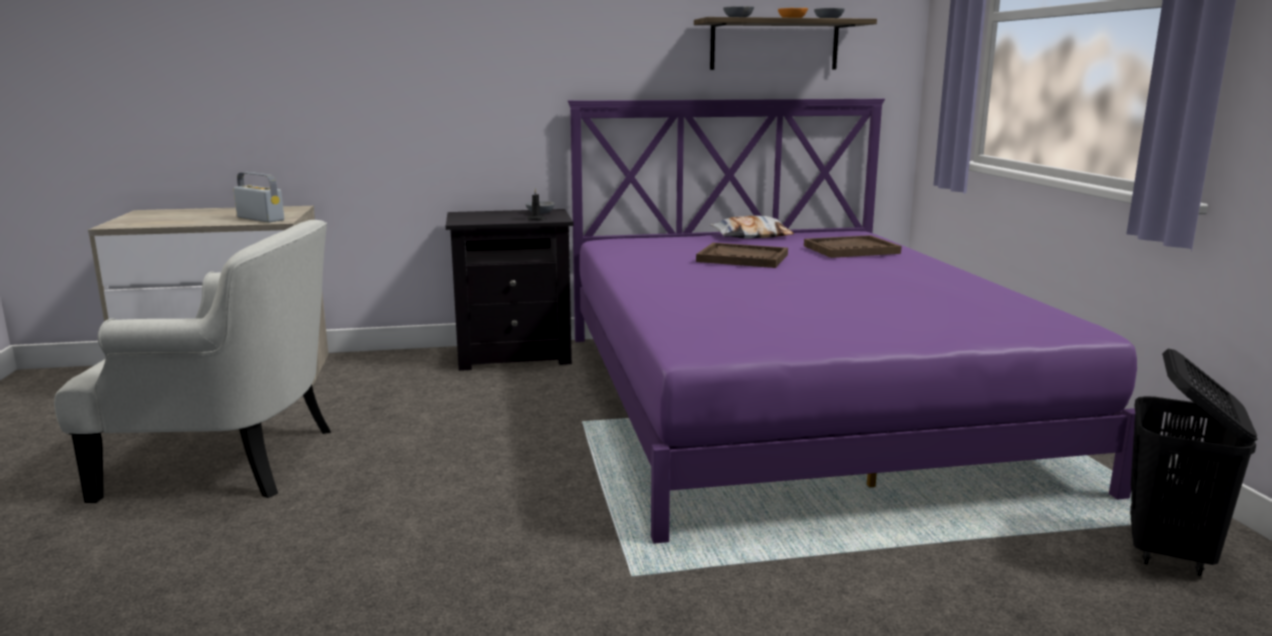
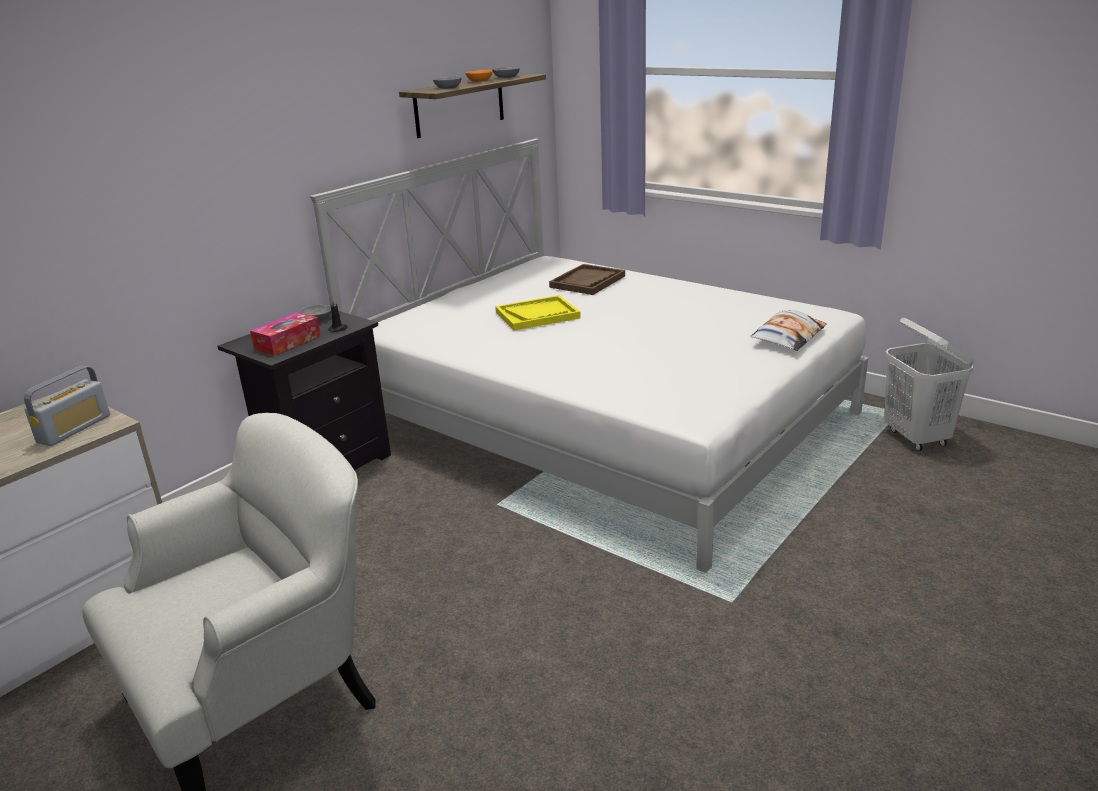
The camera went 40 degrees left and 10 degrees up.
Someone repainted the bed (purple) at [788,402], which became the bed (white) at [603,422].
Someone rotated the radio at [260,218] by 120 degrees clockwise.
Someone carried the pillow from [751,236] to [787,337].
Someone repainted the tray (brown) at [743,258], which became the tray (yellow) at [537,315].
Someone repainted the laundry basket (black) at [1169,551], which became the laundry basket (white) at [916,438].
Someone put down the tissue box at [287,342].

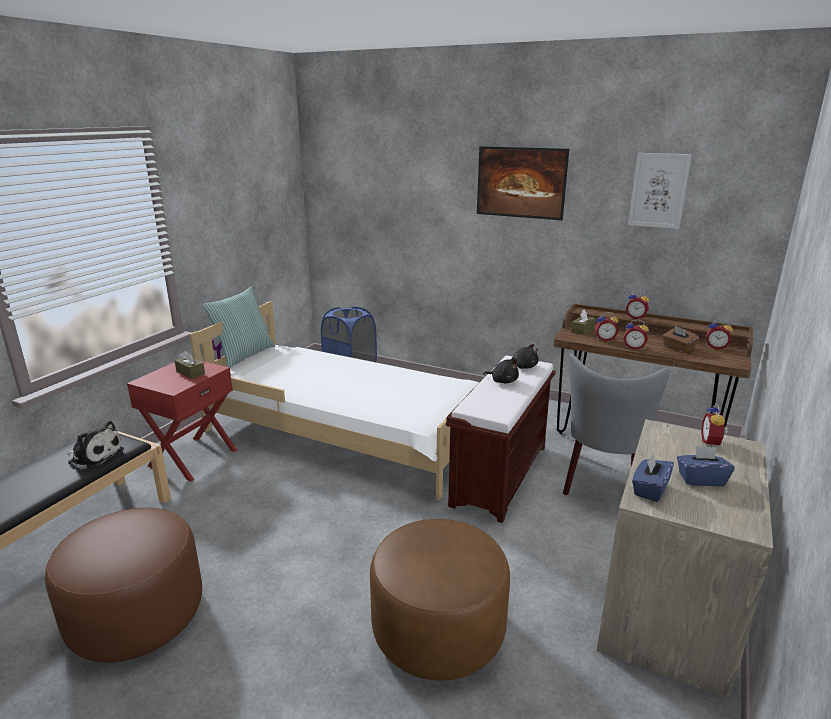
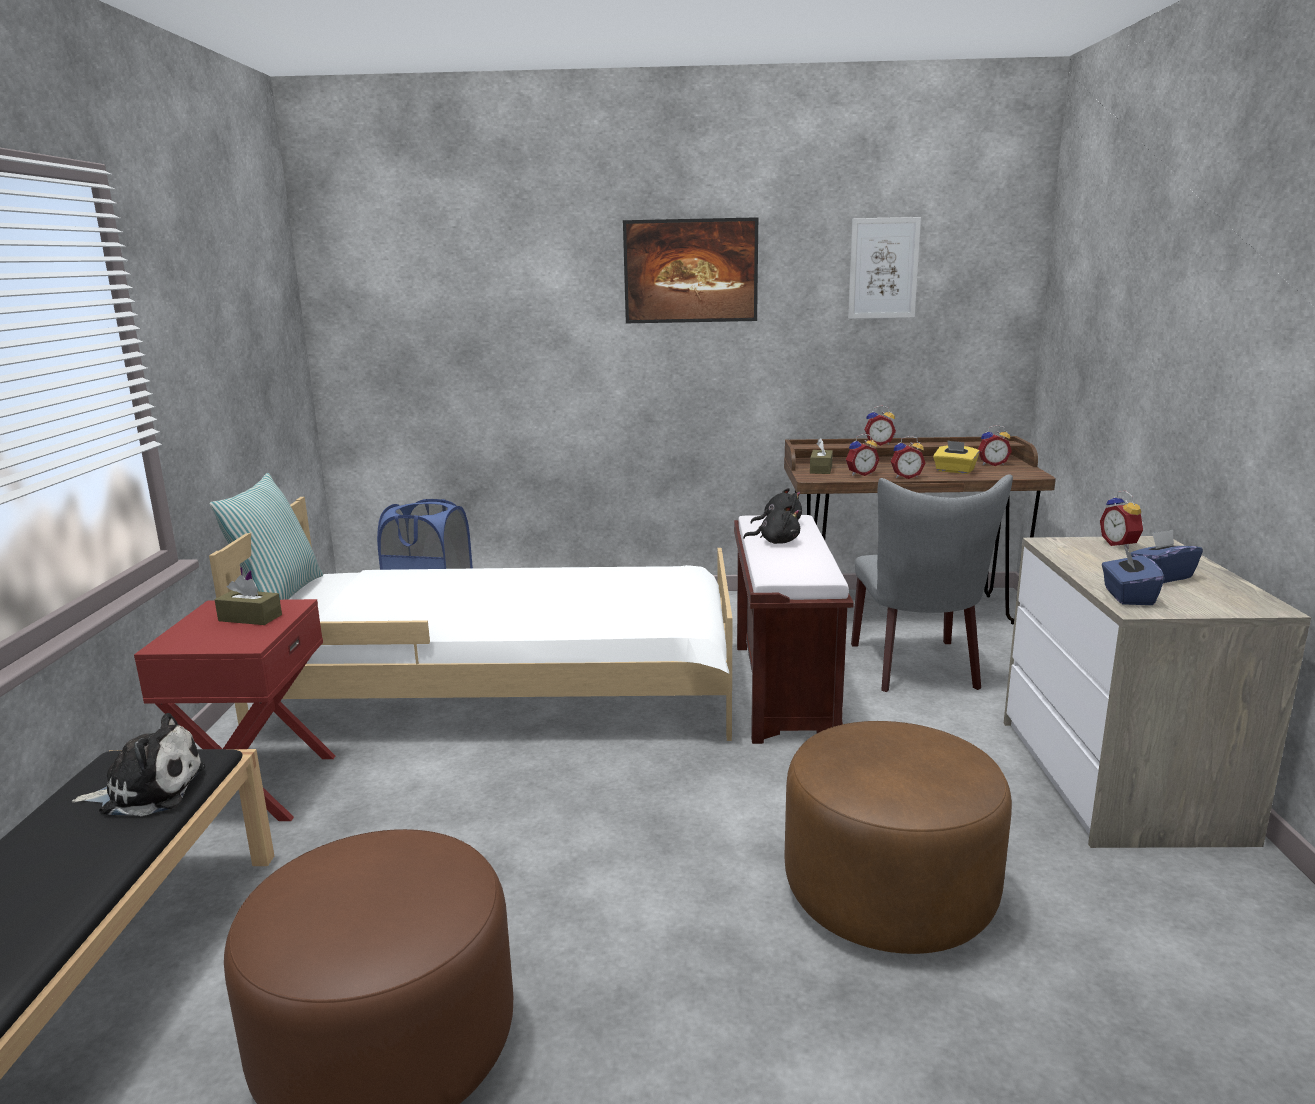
The camera went 25 degrees left and 5 degrees down.
Someone repainted the tissue box (brown) at [678,348], which became the tissue box (yellow) at [954,471].

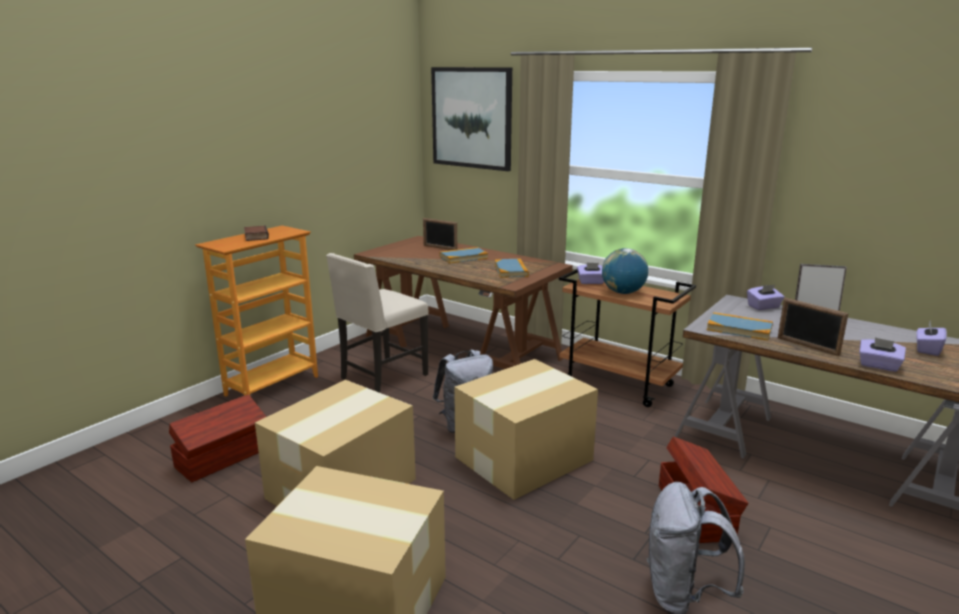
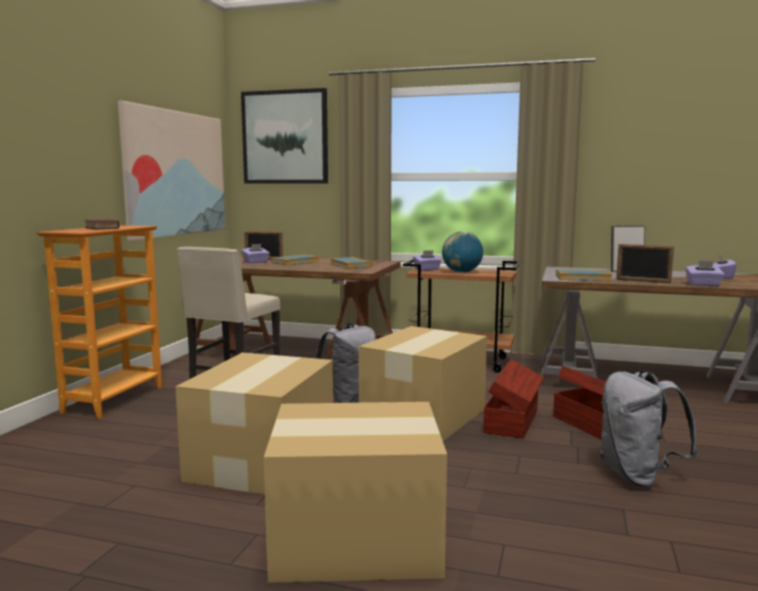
The camera went 20 degrees left and 10 degrees down.
Someone carried the tissue box (purple) from [763,307] to [256,262].
Someone carried the storage box (brown) from [224,458] to [513,421].
Someone put up the picture at [176,173].

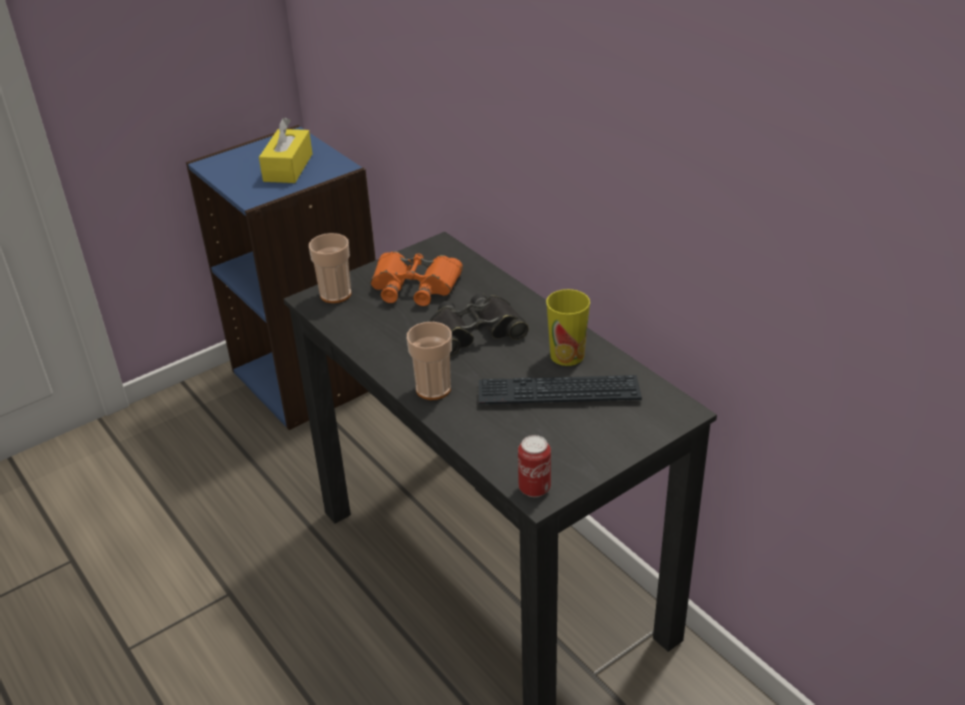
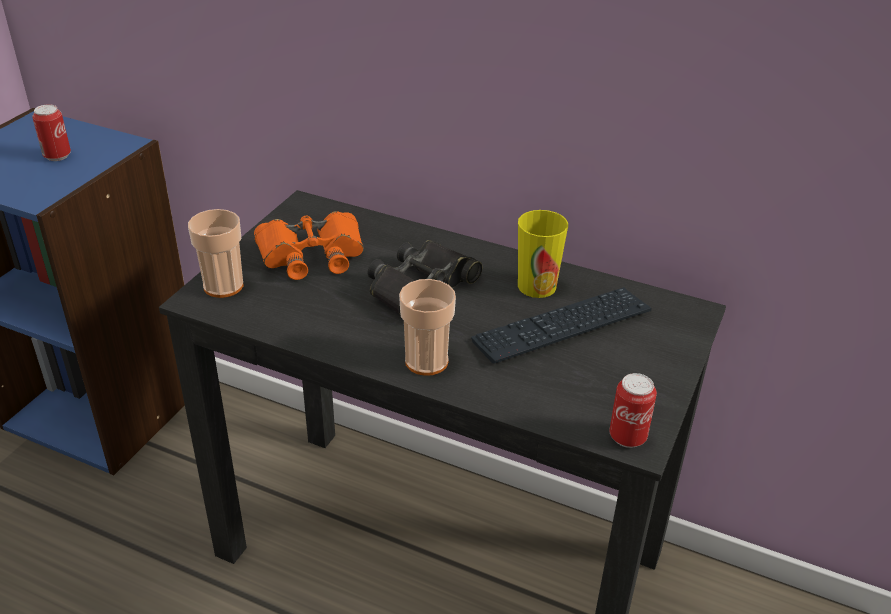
The camera went 30 degrees left and 0 degrees up.
Someone swapped the tissue box (yellow) at [288,167] for the can at [57,156].

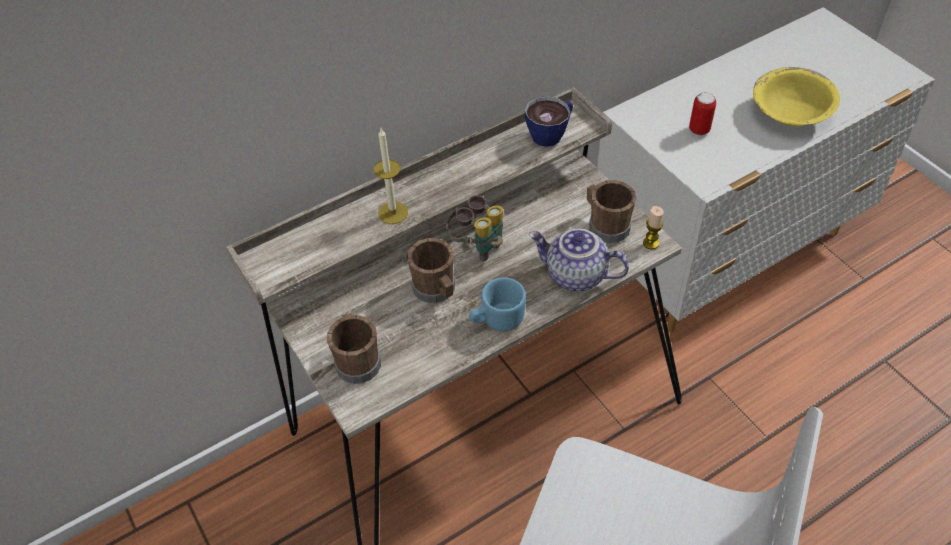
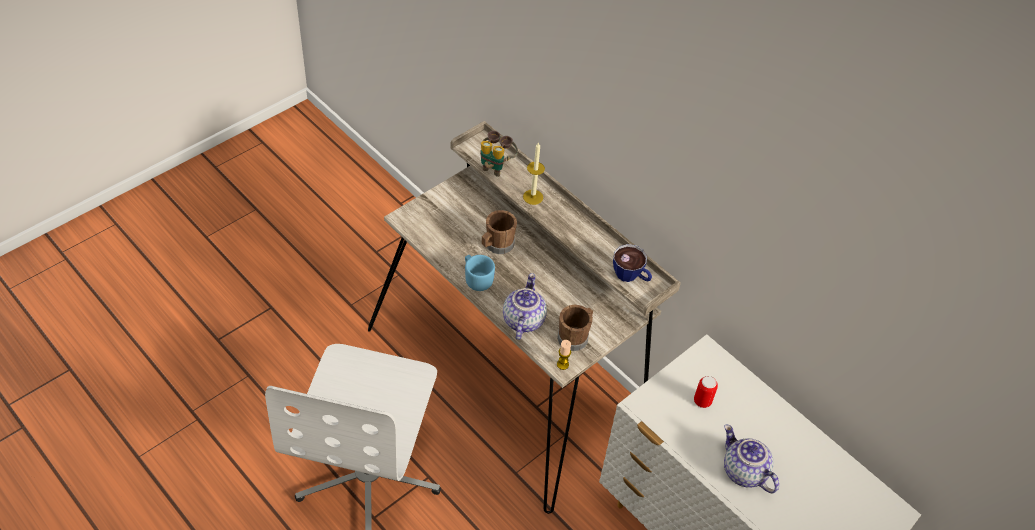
The camera went 75 degrees right and 0 degrees up.
Someone swapped the bowl (yellow) at [790,114] for the teapot at [743,472].
Someone carried the binoculars from [477,246] to [496,166].
Someone took away the mug (brown) at [357,360].

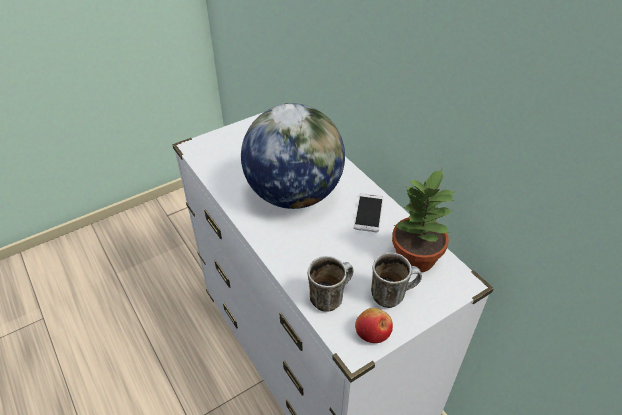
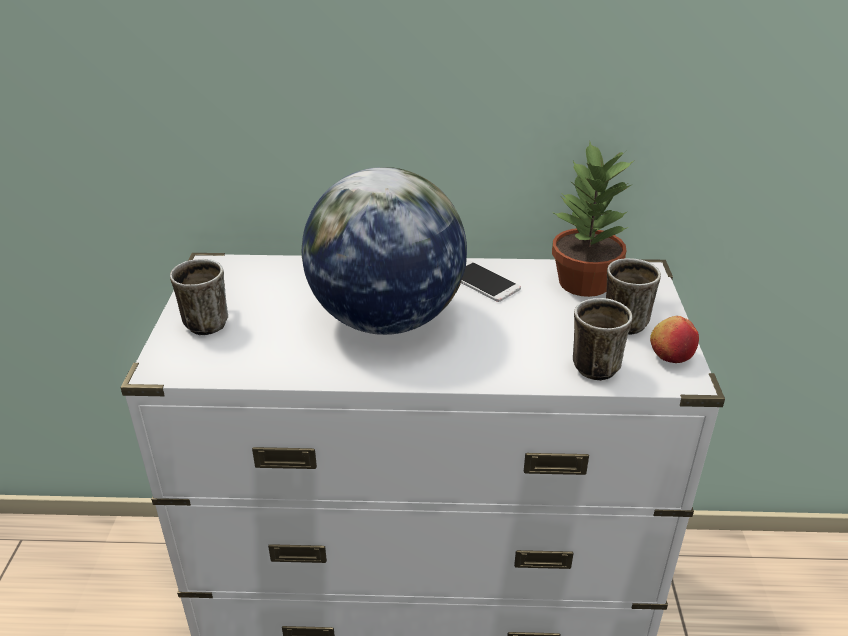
The camera went 55 degrees left and 10 degrees down.
Someone put down the mug at [208,320].

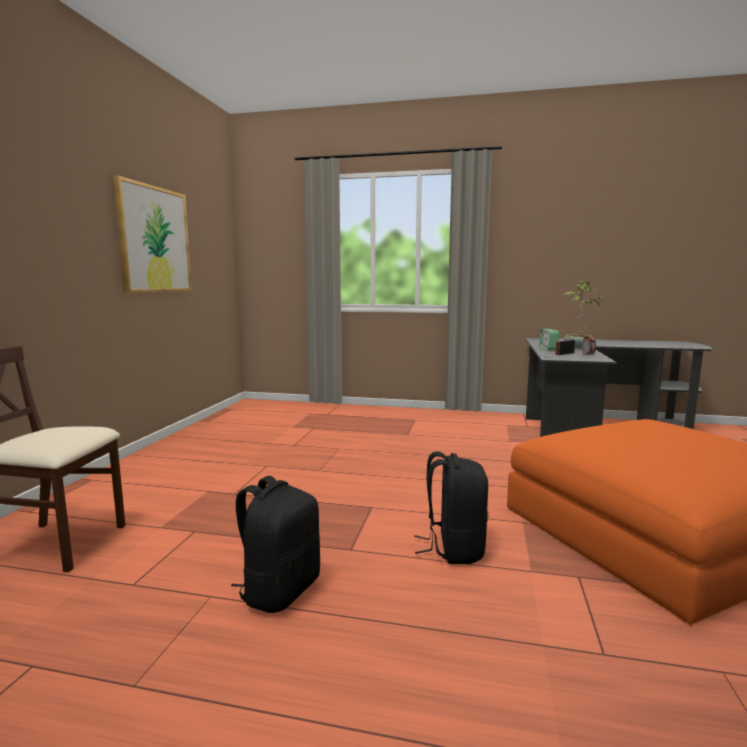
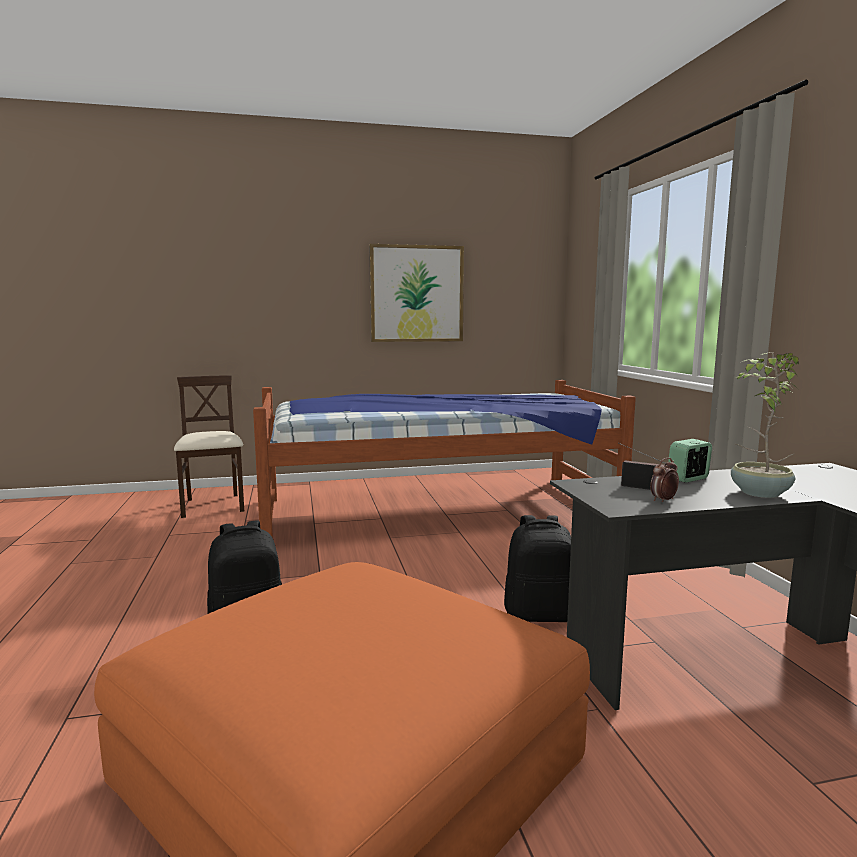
The camera went 65 degrees right and 0 degrees up.
Someone carried the backpack (black) from [279,590] to [540,614].
Someone put down the bed at [436,510].

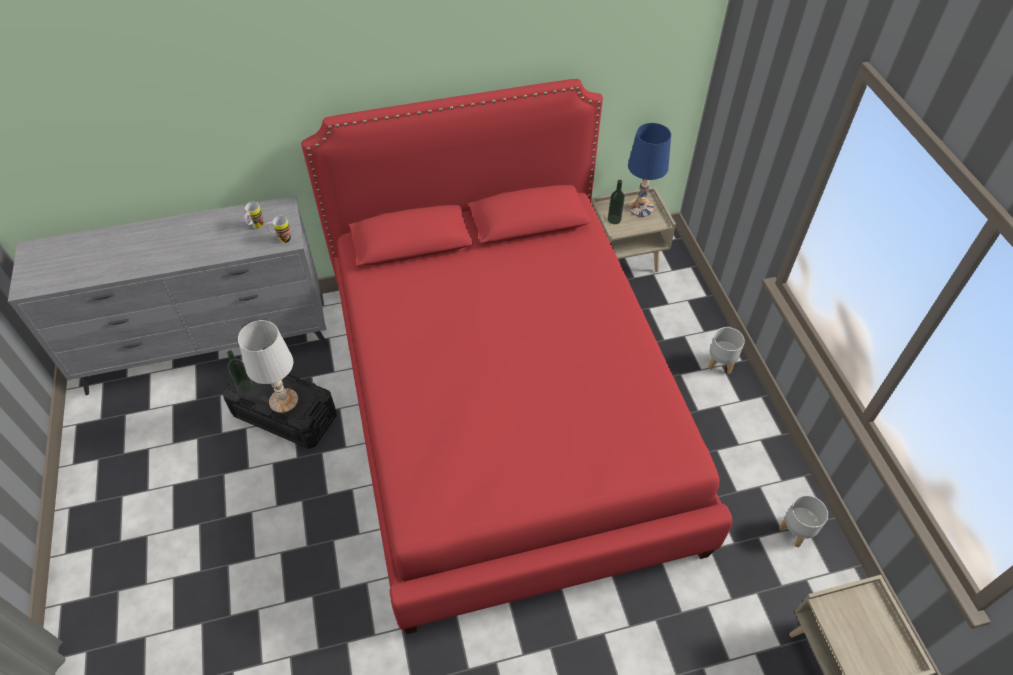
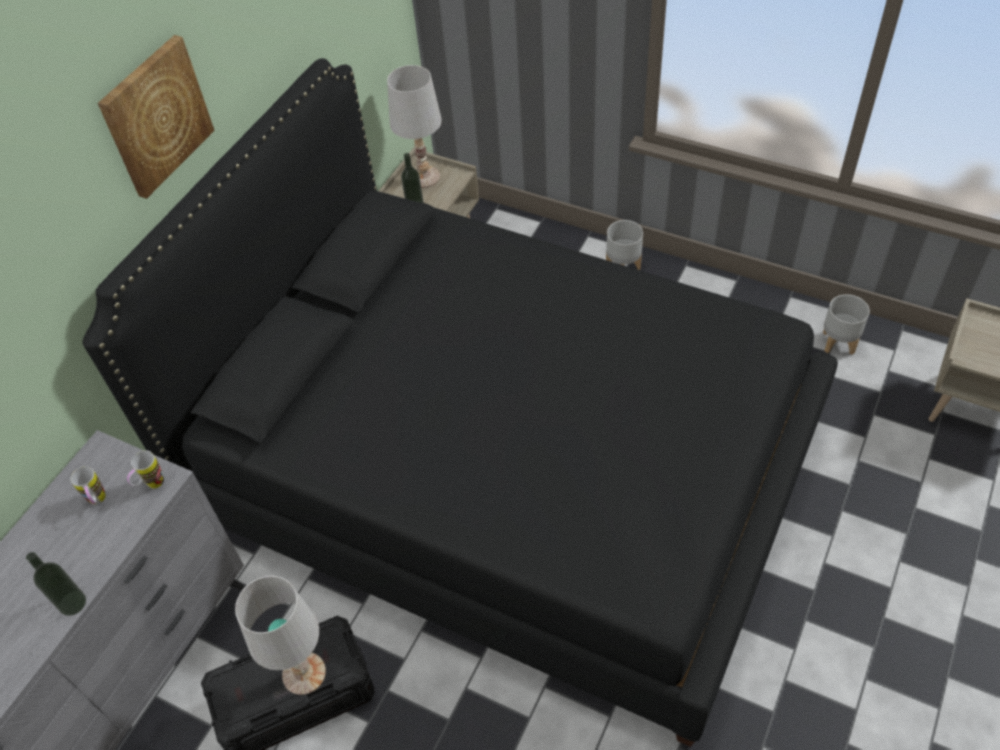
The camera went 45 degrees left and 0 degrees up.
Someone repainted the bed (red) at [506,410], which became the bed (black) at [508,472].
Someone repainted the table lamp (blue) at [640,208], which became the table lamp (white) at [424,177].
Someone carried the bottle from [244,386] to [72,603].
Someone put up the picture at [156,116].

